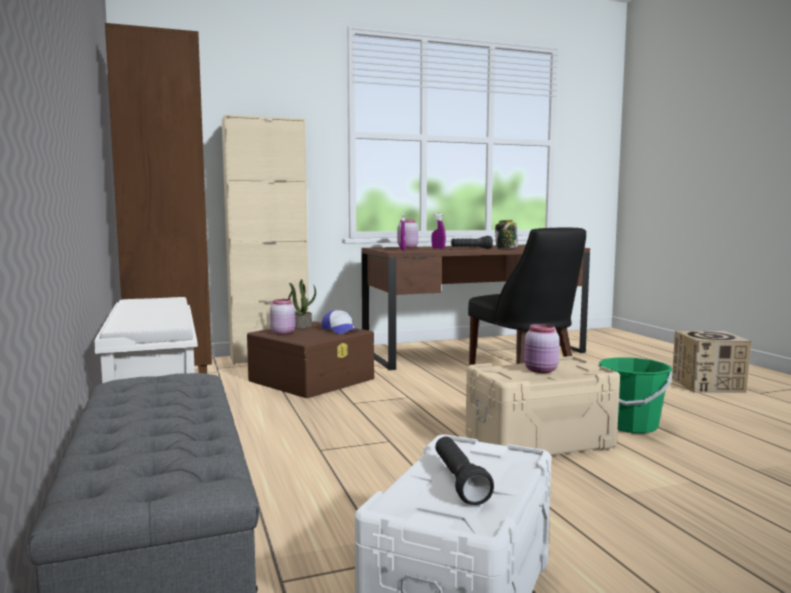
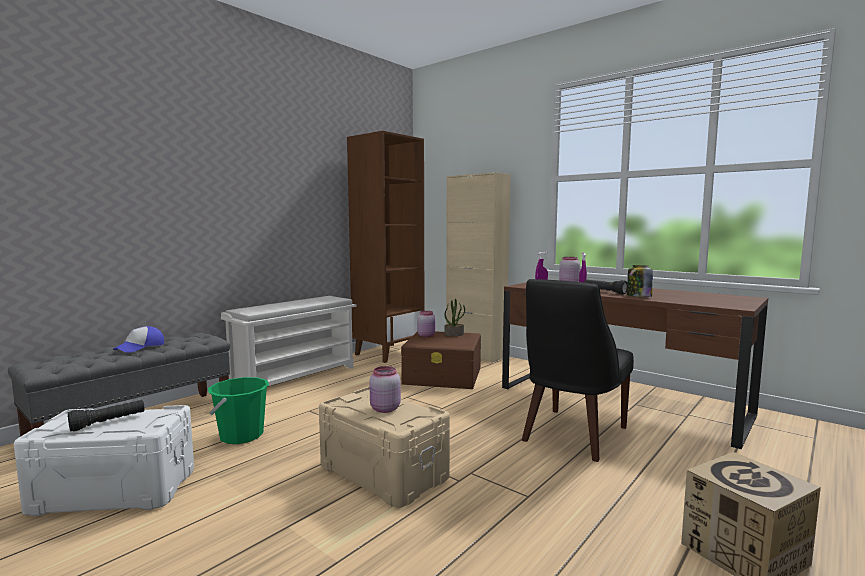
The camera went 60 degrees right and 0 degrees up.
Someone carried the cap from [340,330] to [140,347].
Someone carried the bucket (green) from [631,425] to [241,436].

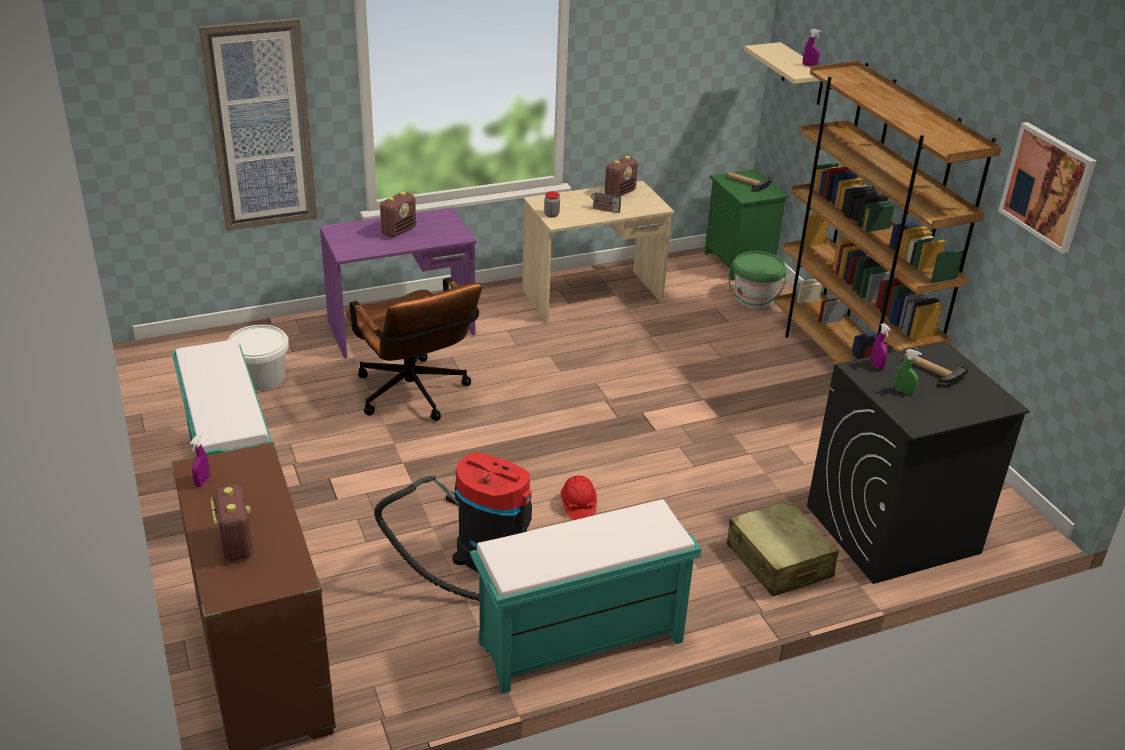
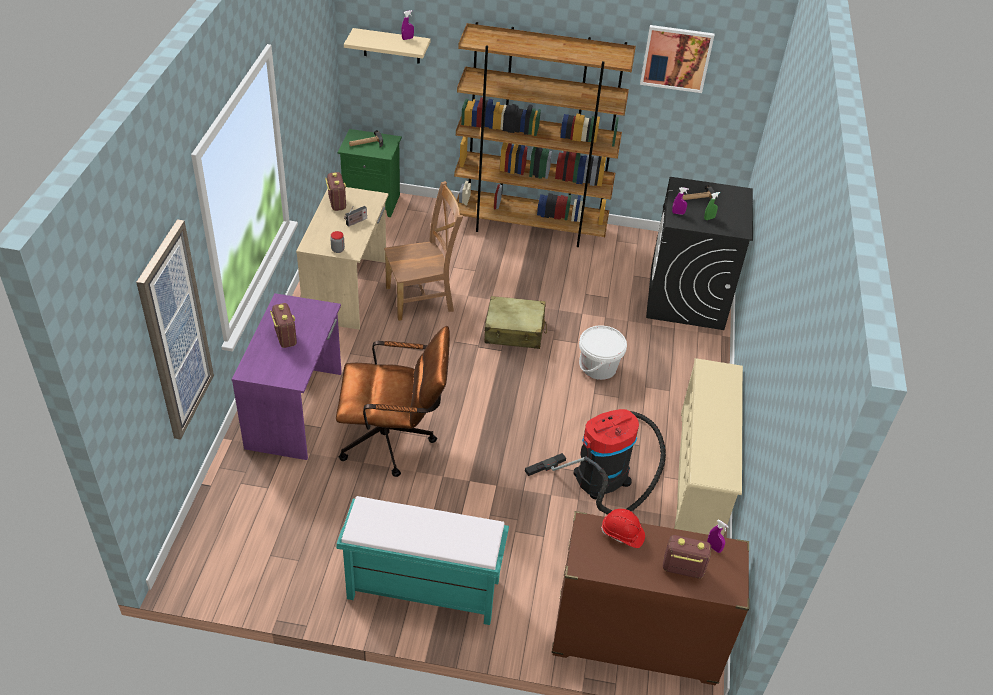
The camera went 60 degrees left and 10 degrees up.
Someone took away the bucket (green) at [754,298].
Someone carried the bucket (white) from [261,378] to [598,367].
Someone carried the spray bottle (purple) from [202,481] to [714,547].
Someone carried the hard hat (red) from [578,505] to [622,534].
Someone swapped the bench (turquoise) at [579,643] for the shoe rack (beige) at [702,474].
Someone carried the suitcase (beige) from [779,561] to [514,331].
Someone put down the chair (brown) at [422,298].

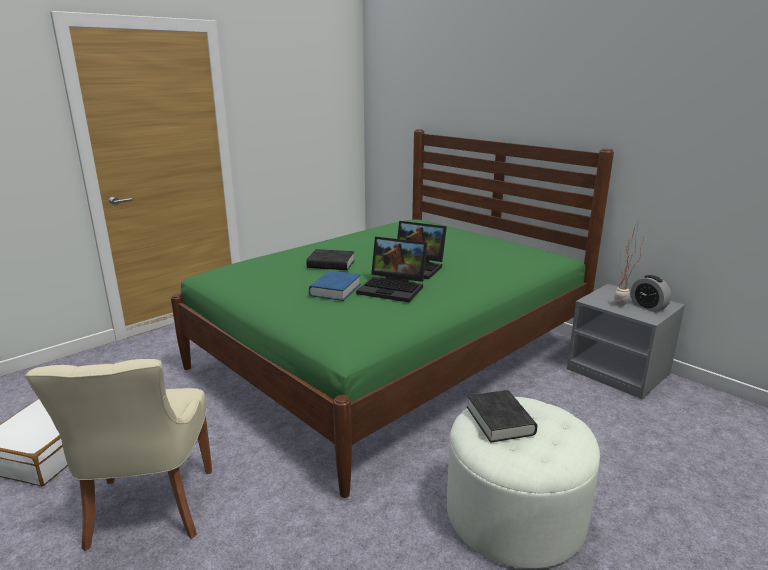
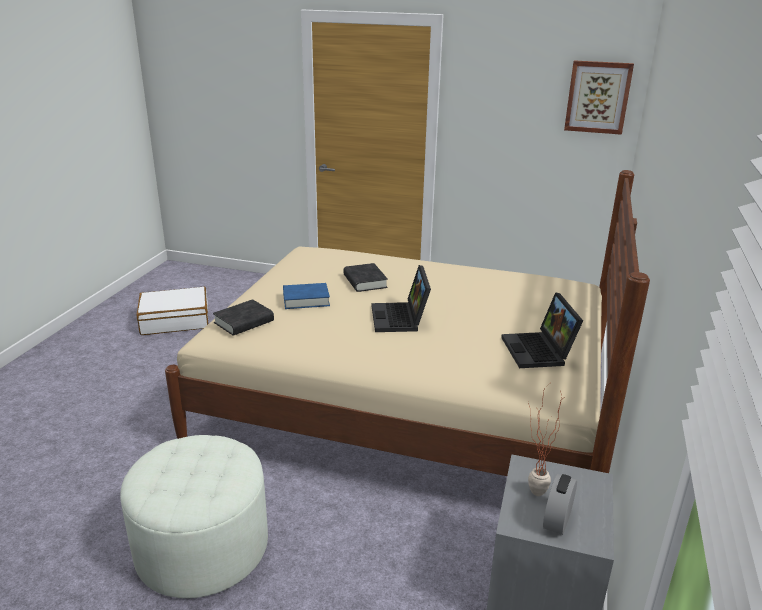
The camera went 60 degrees right and 5 degrees up.
Someone repainted the bed (green) at [391,356], which became the bed (beige) at [407,404].
Someone carried the laptop from [394,288] to [539,351].
Someone took away the chair (beige) at [149,511].
Someone carried the book (black) from [500,420] to [244,322].
Someone put up the picture at [598,97].

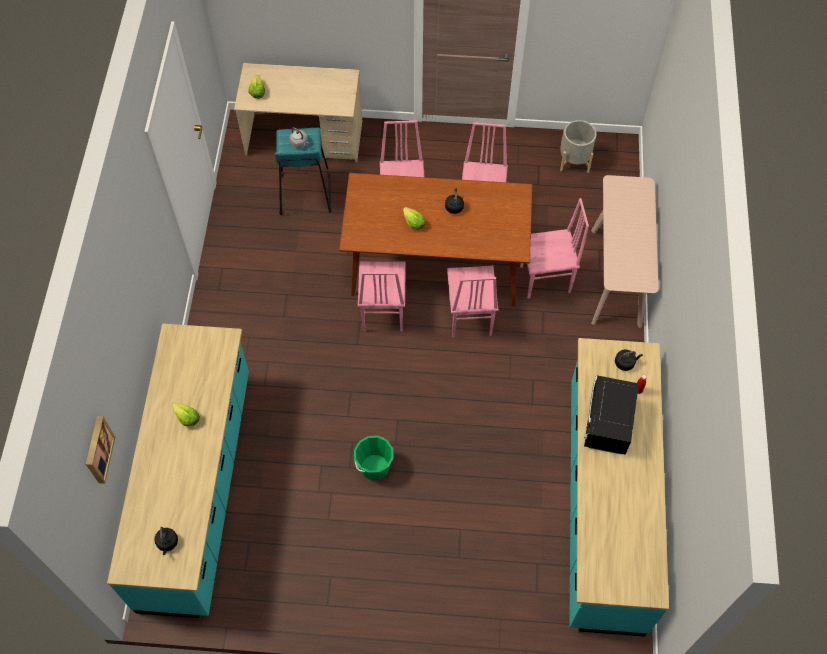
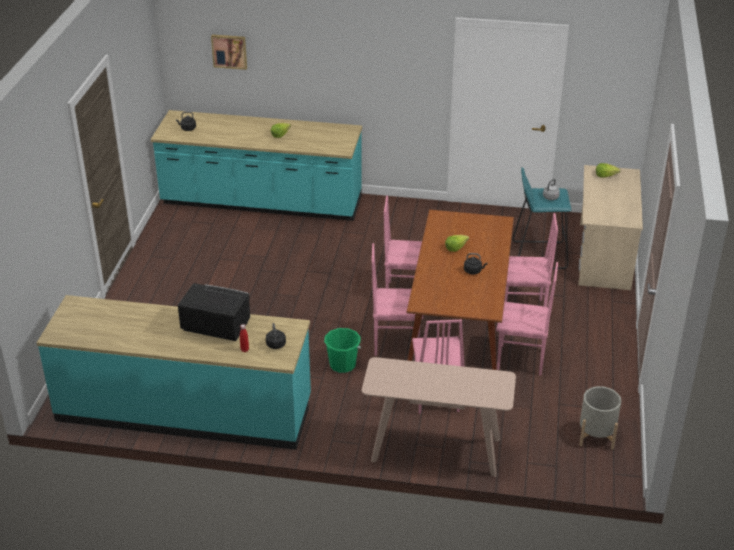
The camera went 95 degrees right and 25 degrees down.
Someone carried the bucket (green) from [374,467] to [342,365].

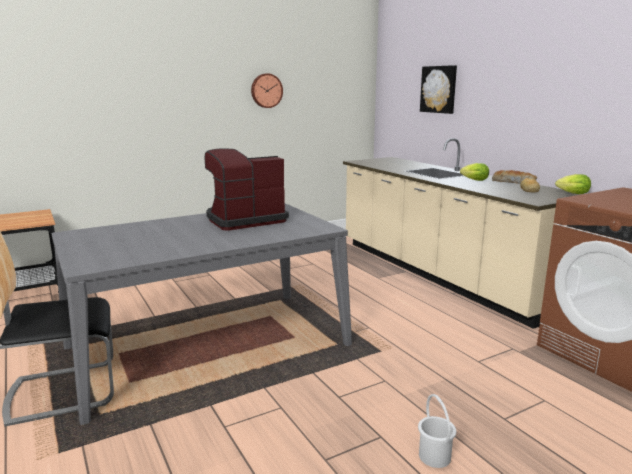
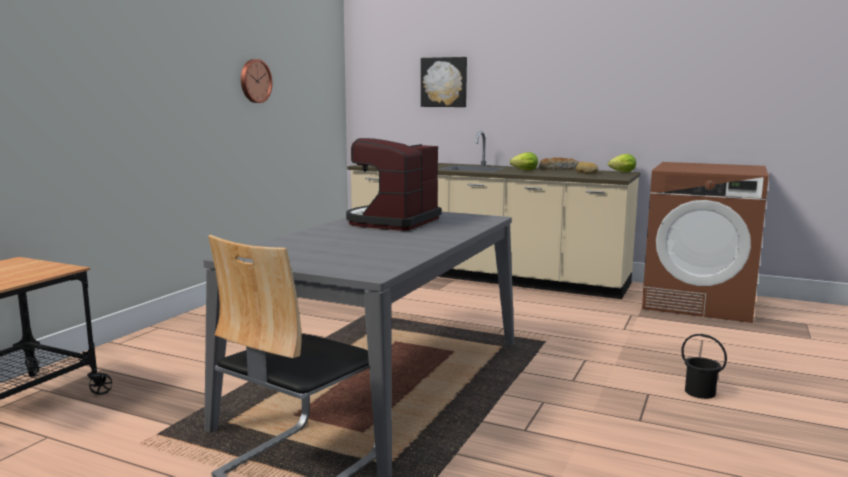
The camera went 35 degrees left and 5 degrees down.
Someone repainted the bucket (white) at [435,456], which became the bucket (black) at [700,392].

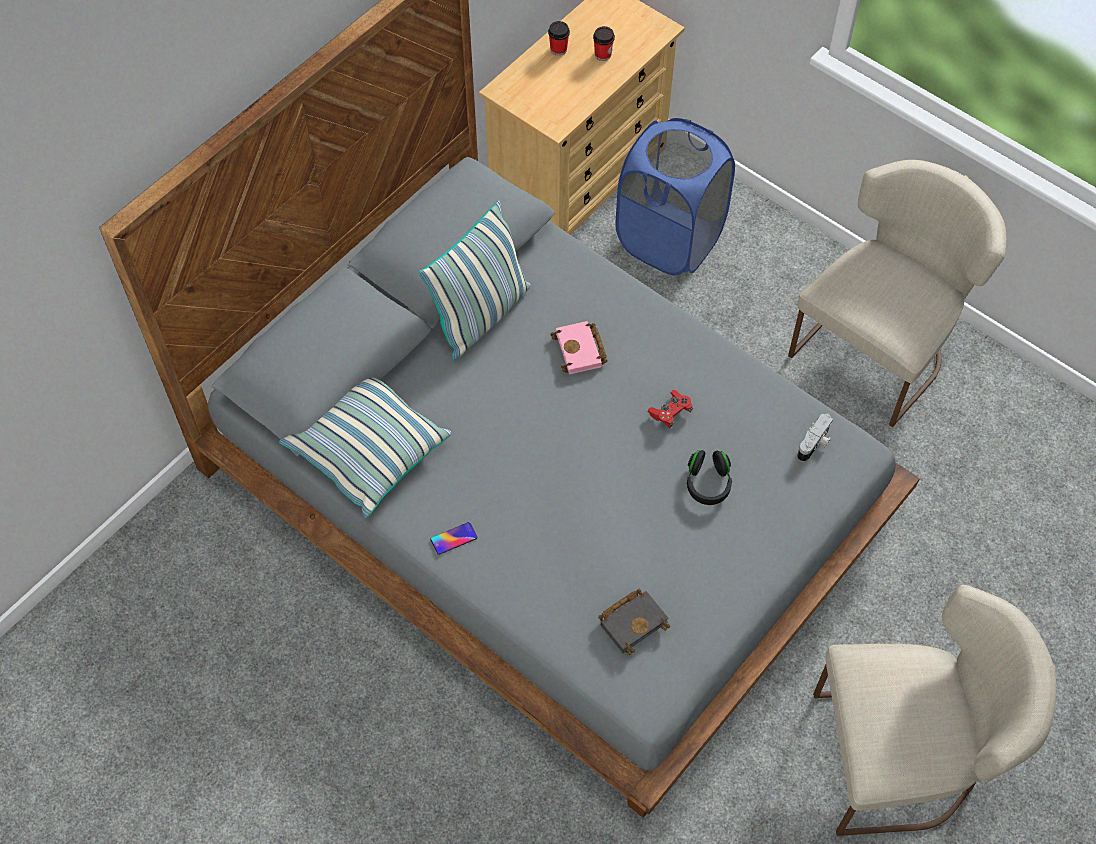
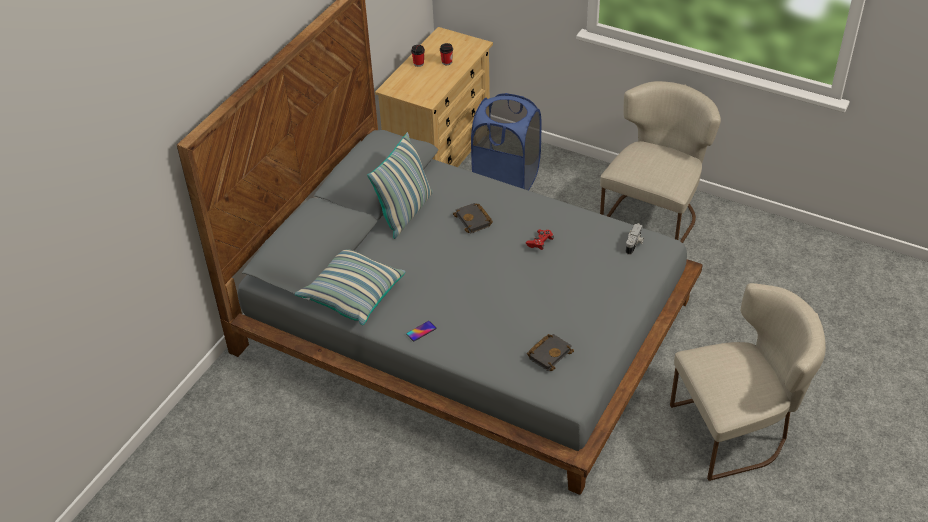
The camera went 10 degrees left and 15 degrees down.
Someone repainted the book (pink) at [581,351], which became the book (black) at [474,220].
Someone took away the headphones (black) at [708,483].

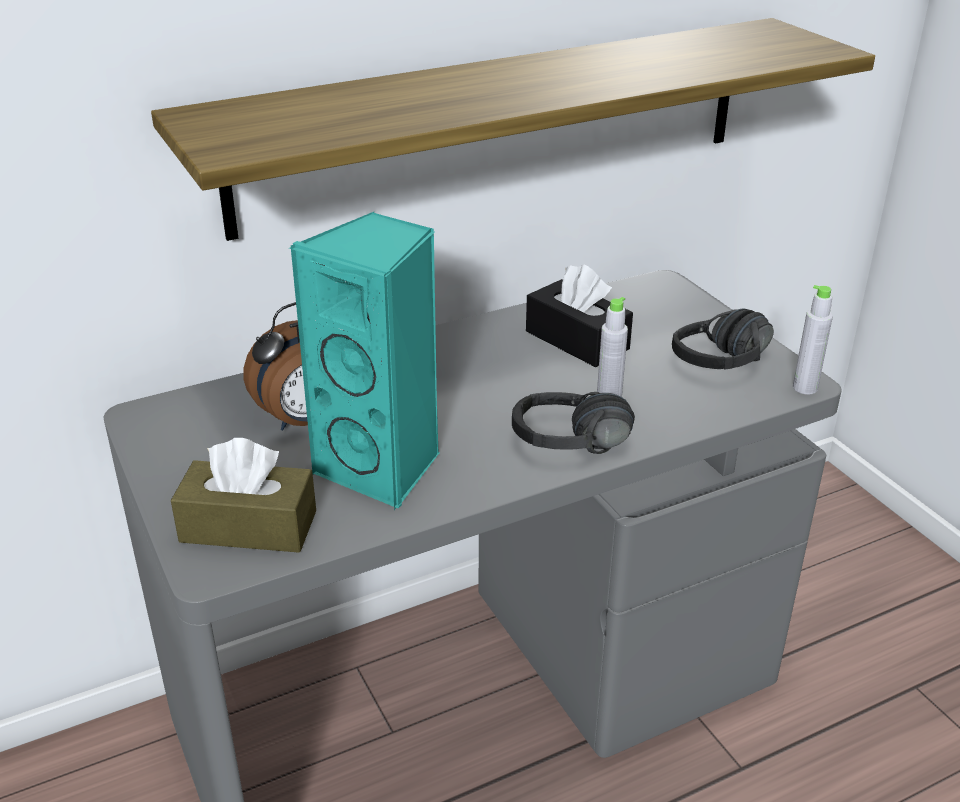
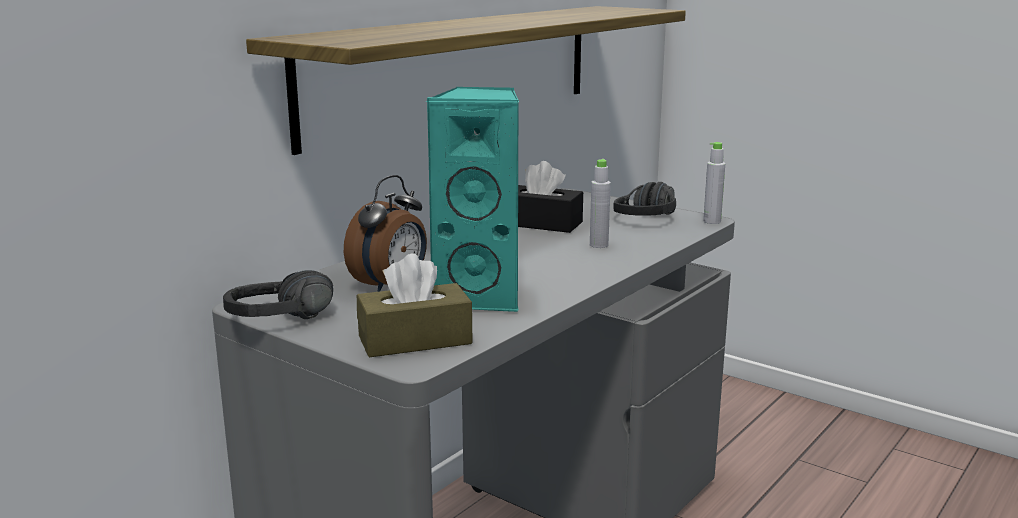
The camera went 25 degrees left and 15 degrees down.
Someone carried the headphones (black) from [572,452] to [285,324].

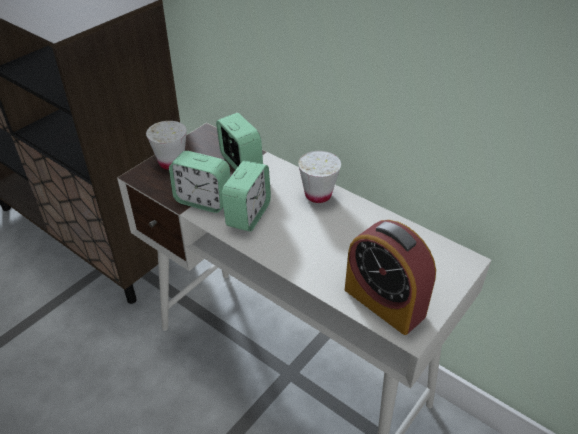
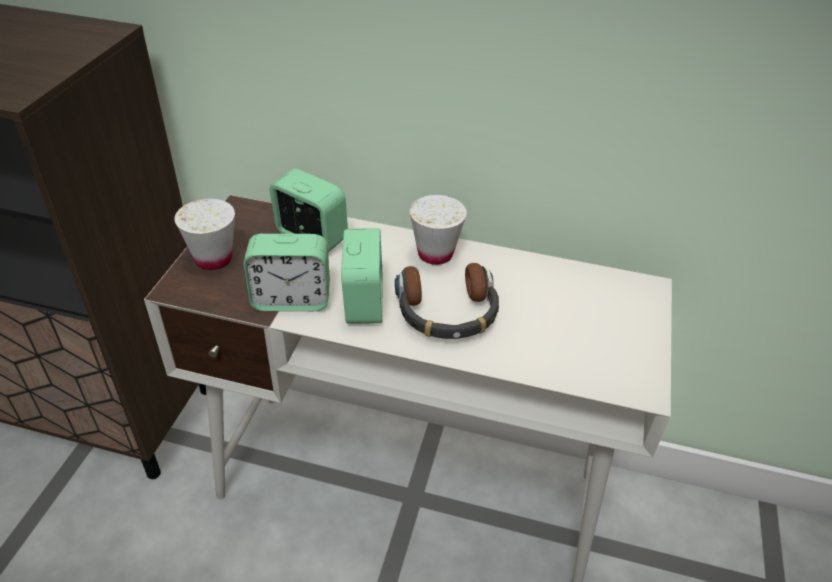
The camera went 25 degrees left and 0 degrees up.
Someone took away the alarm clock at [384,302].
Someone put down the headphones at [447,312].

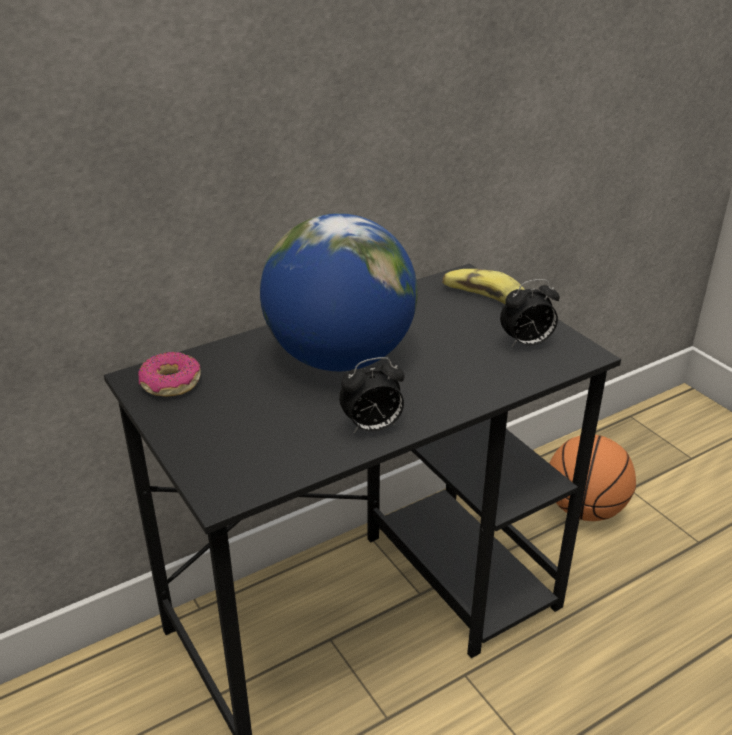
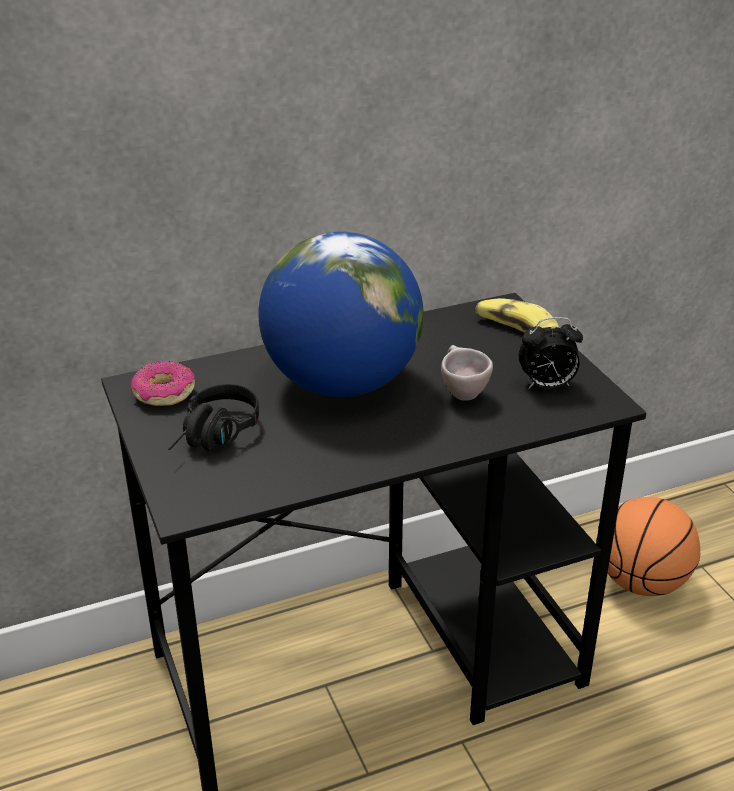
The camera went 10 degrees right and 0 degrees up.
Someone took away the alarm clock at [372,428].
Someone put down the cup (beige) at [460,392].
Someone put down the headphones (black) at [214,437].

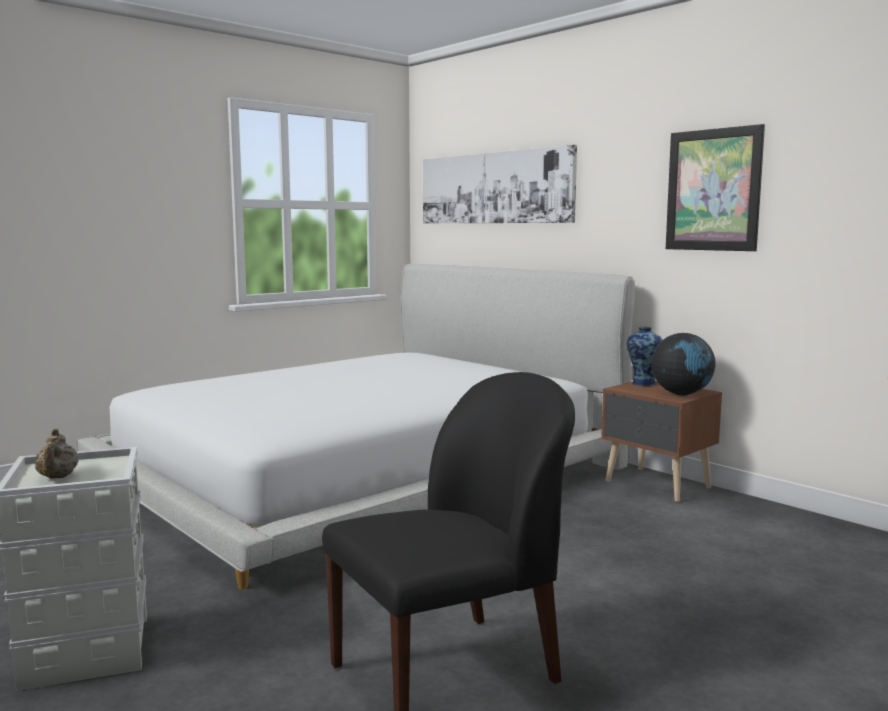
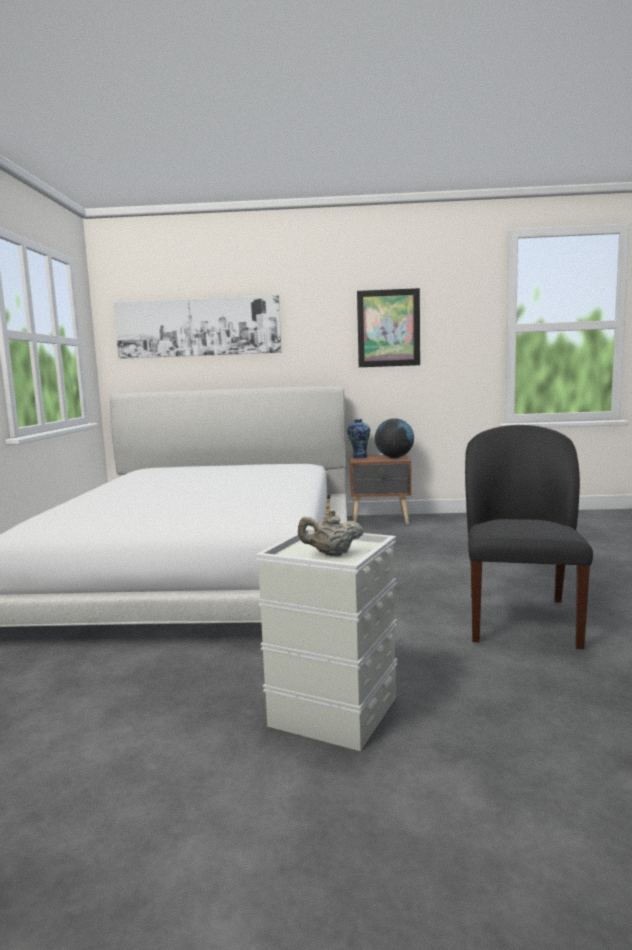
The camera went 45 degrees left and 0 degrees up.
Someone rotated the teapot (beige) at [57,477] by 150 degrees clockwise.

